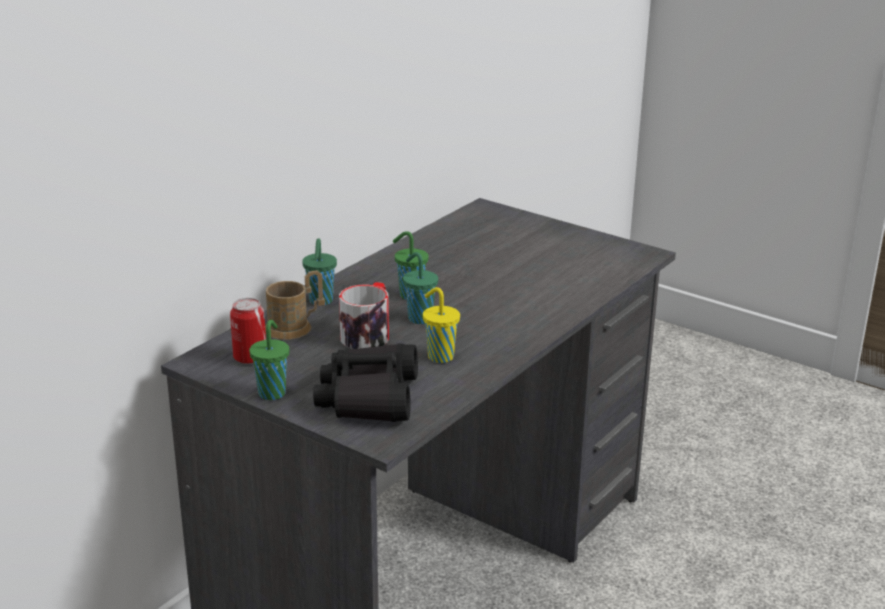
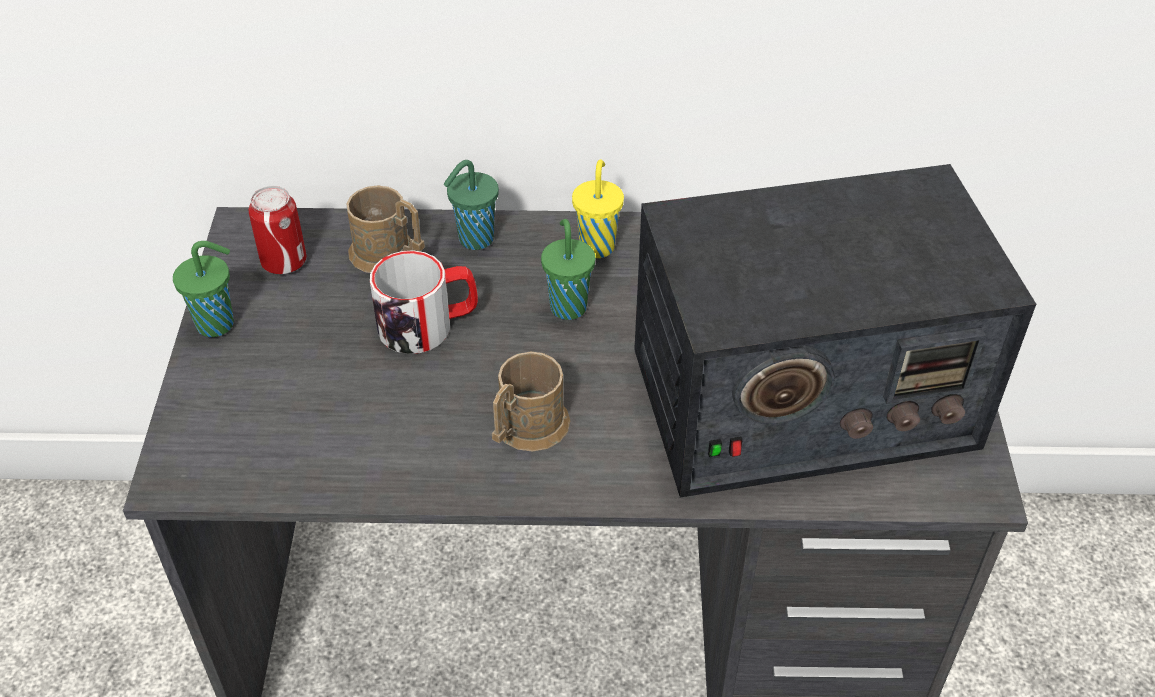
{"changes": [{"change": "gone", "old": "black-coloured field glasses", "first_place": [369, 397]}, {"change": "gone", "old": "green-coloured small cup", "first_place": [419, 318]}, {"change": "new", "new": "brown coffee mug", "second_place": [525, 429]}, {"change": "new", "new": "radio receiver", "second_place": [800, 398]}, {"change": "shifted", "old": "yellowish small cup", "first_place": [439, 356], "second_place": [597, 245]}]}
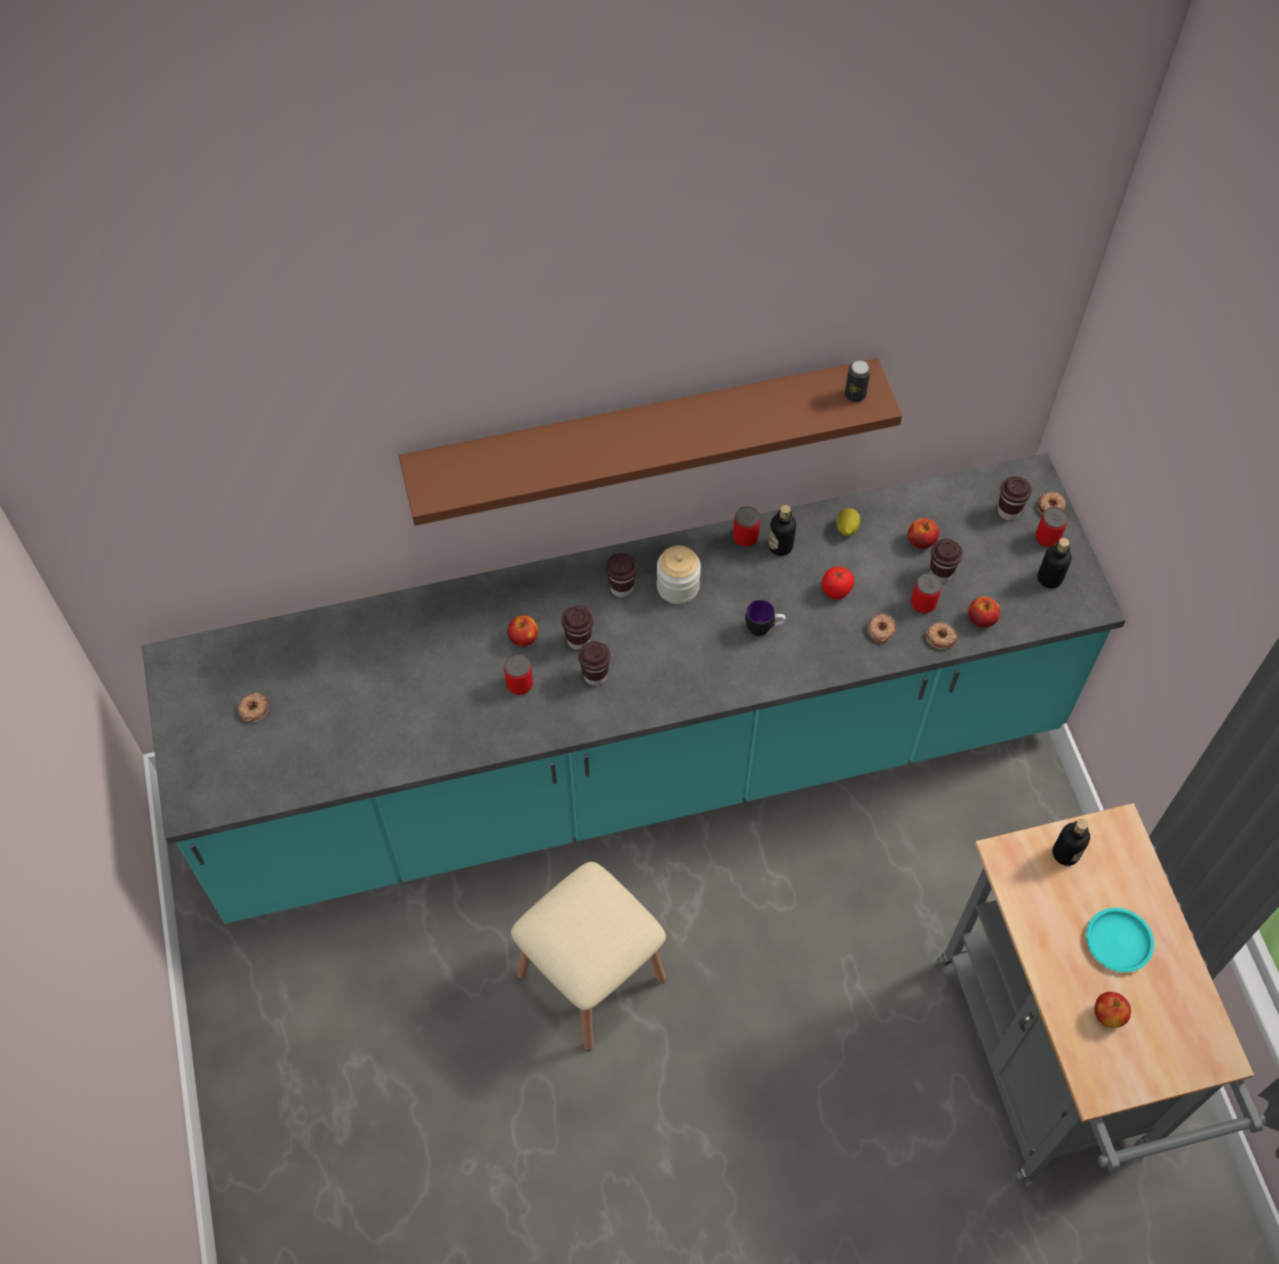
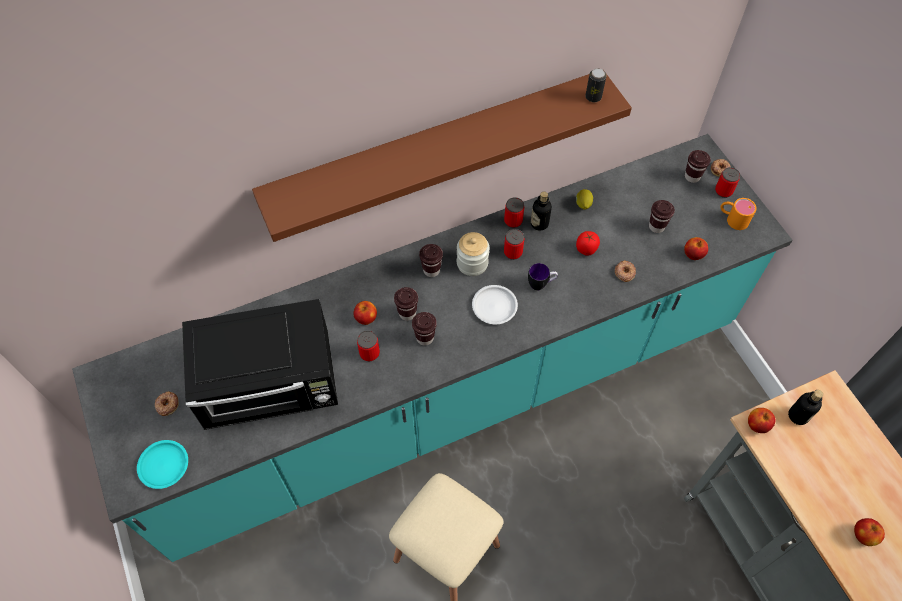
{"changes": [{"change": "gone", "old": "ring doughnut", "first_place": [940, 637]}, {"change": "new", "new": "black-coloured microwave", "second_place": [272, 385]}, {"change": "new", "new": "whitish flat dish", "second_place": [494, 306]}, {"change": "shifted", "old": "apple fruit", "first_place": [921, 541], "second_place": [757, 425]}, {"change": "shifted", "old": "can", "first_place": [923, 603], "second_place": [513, 252]}, {"change": "shifted", "old": "turquoise-coloured flat dish", "first_place": [1117, 942], "second_place": [163, 465]}, {"change": "swapped", "old": "bottle", "new": "orangey coffee mug", "first_place": [1049, 578], "second_place": [732, 219]}]}
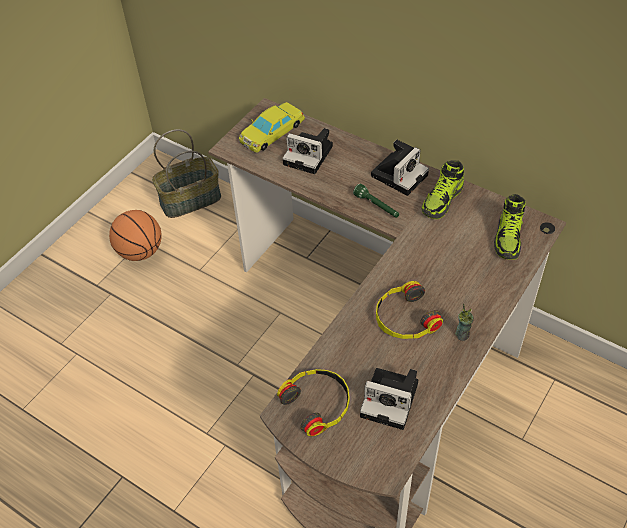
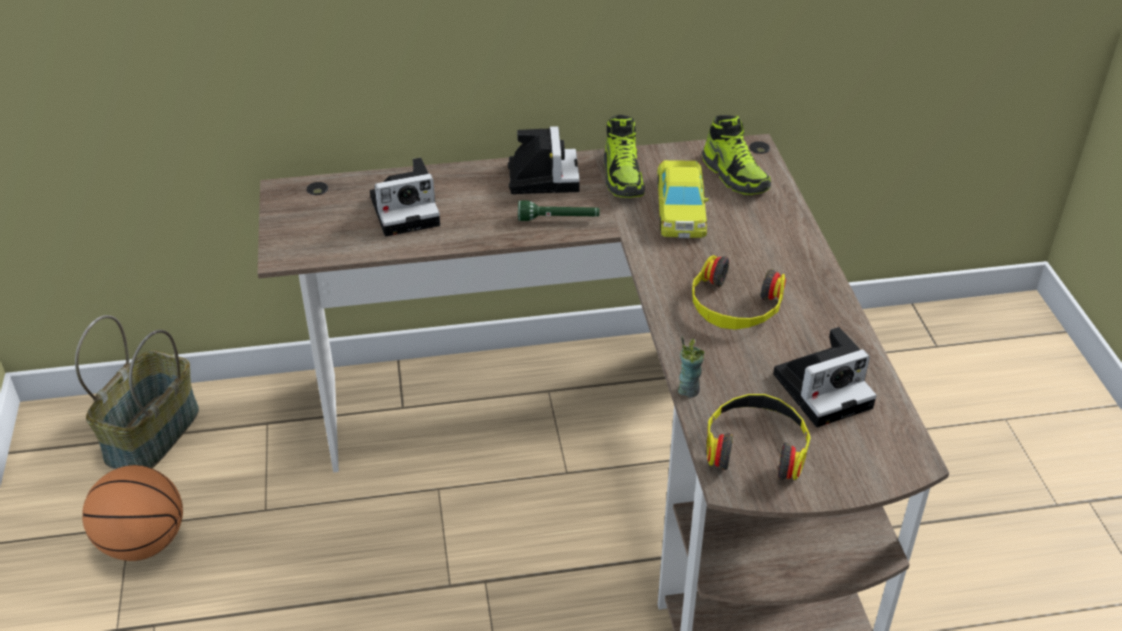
{"changes": [{"change": "shifted", "old": "yellowish model car", "first_place": [271, 132], "second_place": [681, 207]}, {"change": "shifted", "old": "small cup", "first_place": [462, 334], "second_place": [688, 389]}]}
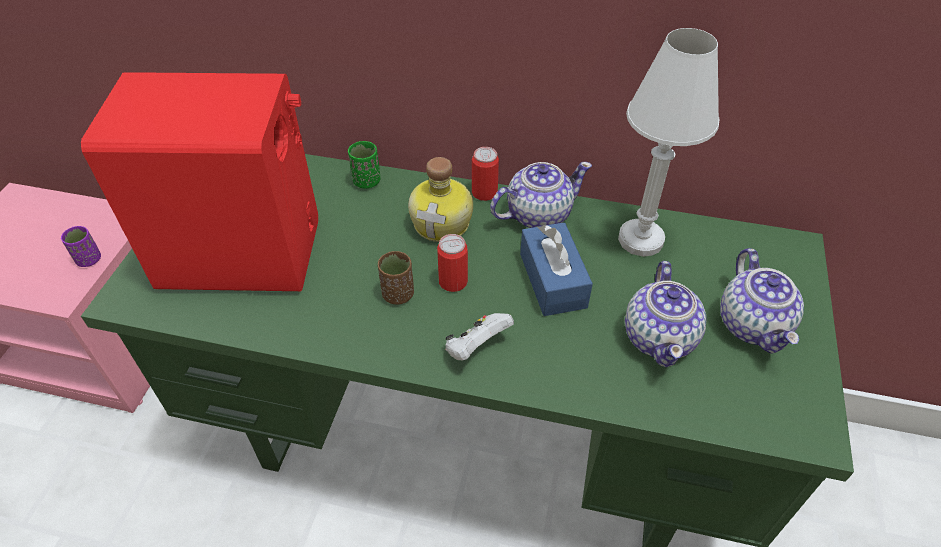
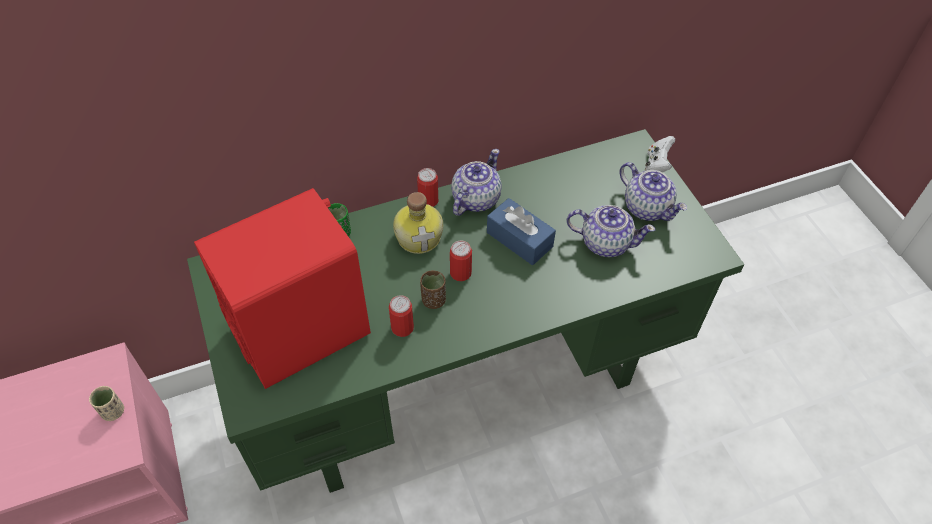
{"changes": [{"change": "gone", "old": "whitish lamp for a table", "first_place": [640, 240]}, {"change": "new", "new": "can", "second_place": [402, 327]}, {"change": "shifted", "old": "whitish joypad", "first_place": [476, 348], "second_place": [657, 165]}, {"change": "repainted", "old": "purplish small cup", "new": "beige small cup", "first_place": [89, 259], "second_place": [113, 411]}, {"change": "rotated", "old": "tea pot", "first_place": [660, 337], "second_place": [605, 242], "degrees": -45}]}
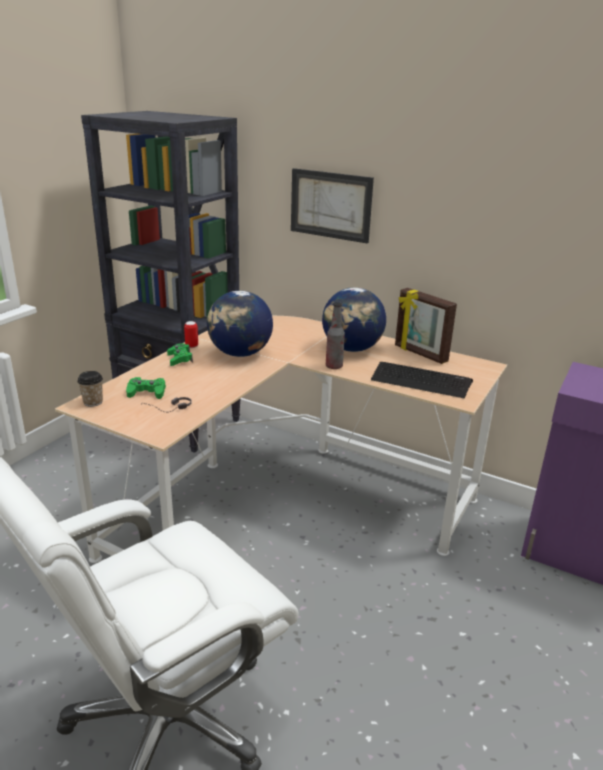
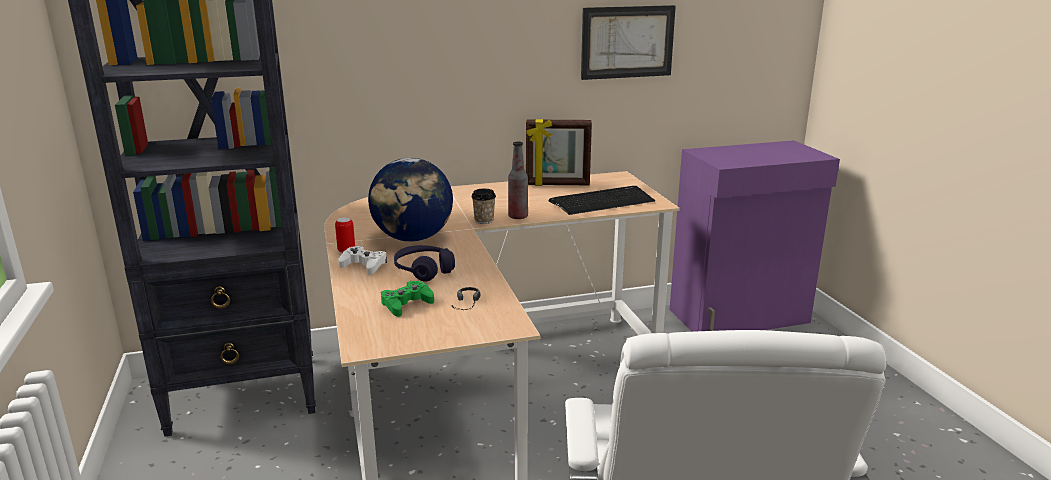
{"changes": [{"change": "gone", "old": "globe", "first_place": [352, 349]}, {"change": "new", "new": "purplish headset", "second_place": [424, 270]}, {"change": "shifted", "old": "small cup", "first_place": [93, 402], "second_place": [484, 220]}, {"change": "shifted", "old": "wall art", "first_place": [330, 205], "second_place": [627, 42]}, {"change": "repainted", "old": "green-coloured joypad", "new": "whitish joypad", "first_place": [180, 359], "second_place": [364, 265]}]}
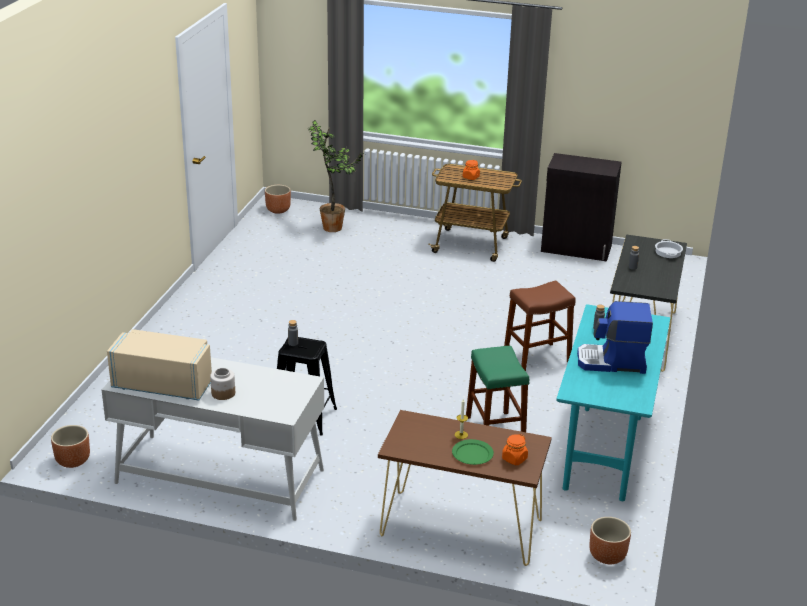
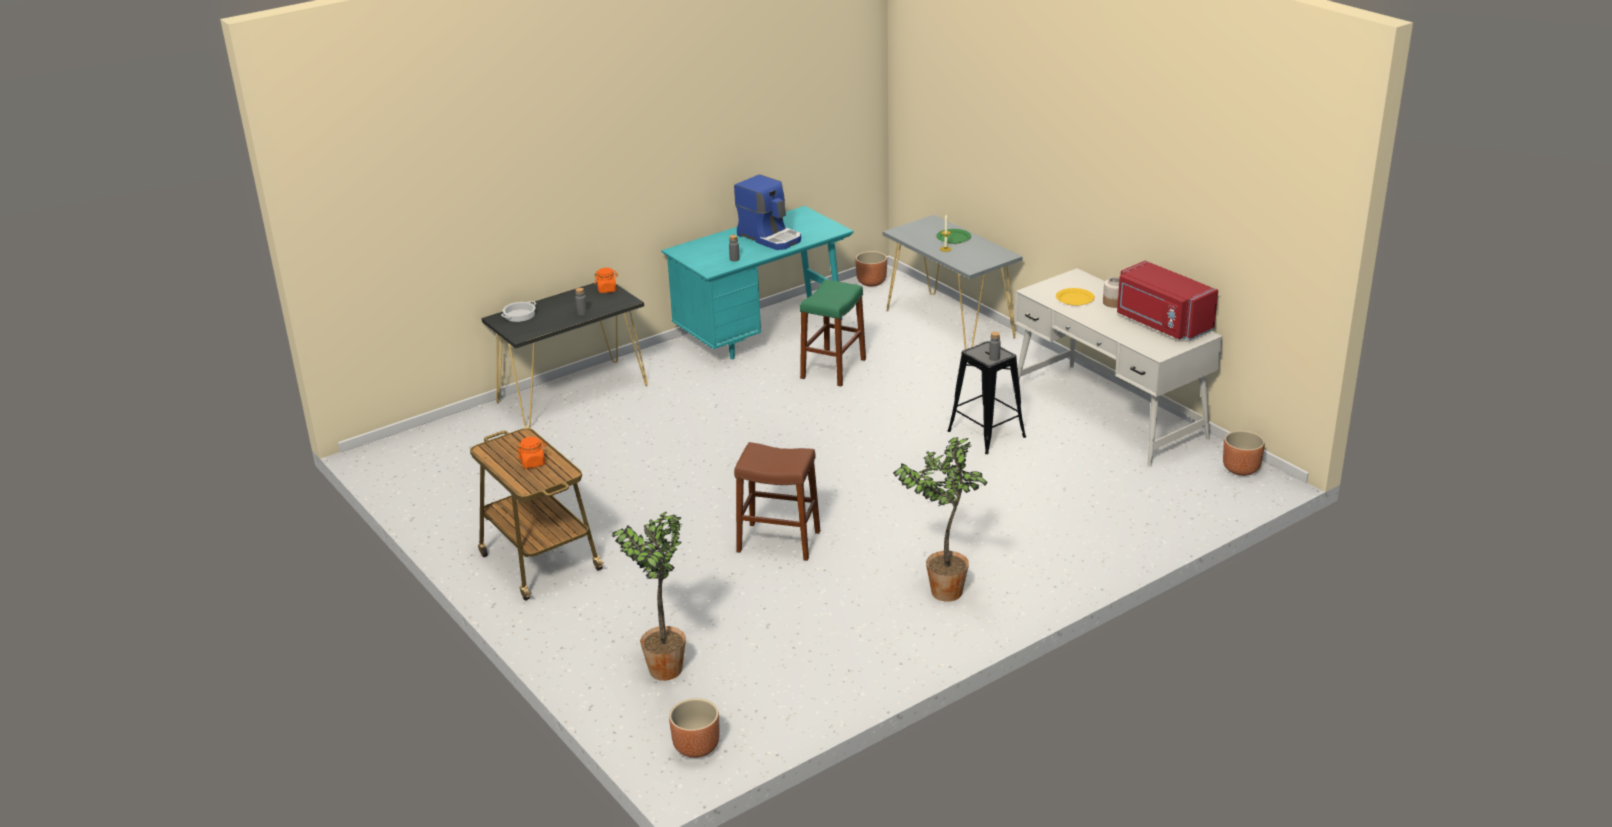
{"changes": [{"change": "gone", "old": "black-coloured cabinet", "first_place": [576, 249]}, {"change": "new", "new": "houseplant", "second_place": [942, 590]}, {"change": "new", "new": "yellowish flat dish", "second_place": [1074, 298]}, {"change": "shifted", "old": "orangey preserve jar", "first_place": [514, 459], "second_place": [607, 290]}, {"change": "shifted", "old": "brown stool seat", "first_place": [537, 358], "second_place": [778, 541]}, {"change": "repainted", "old": "beige microwave", "new": "red-coloured microwave", "first_place": [164, 384], "second_place": [1161, 323]}, {"change": "repainted", "old": "brown hall table", "new": "gray hall table", "first_place": [460, 527], "second_place": [950, 324]}]}
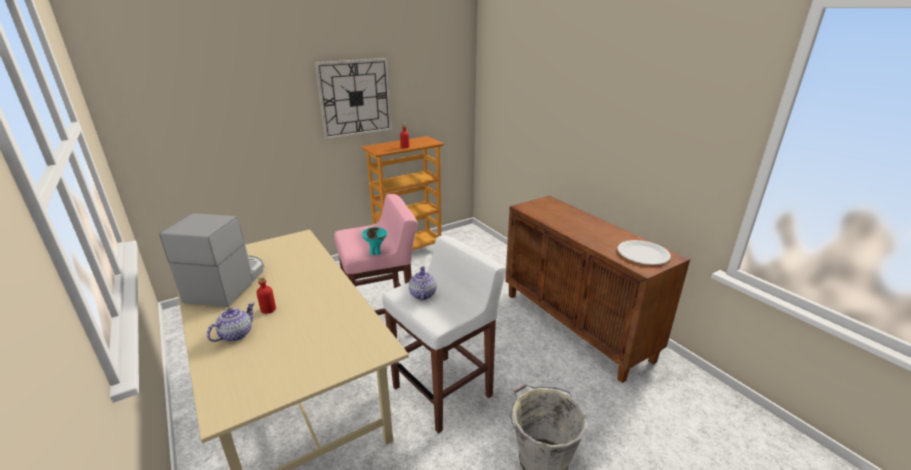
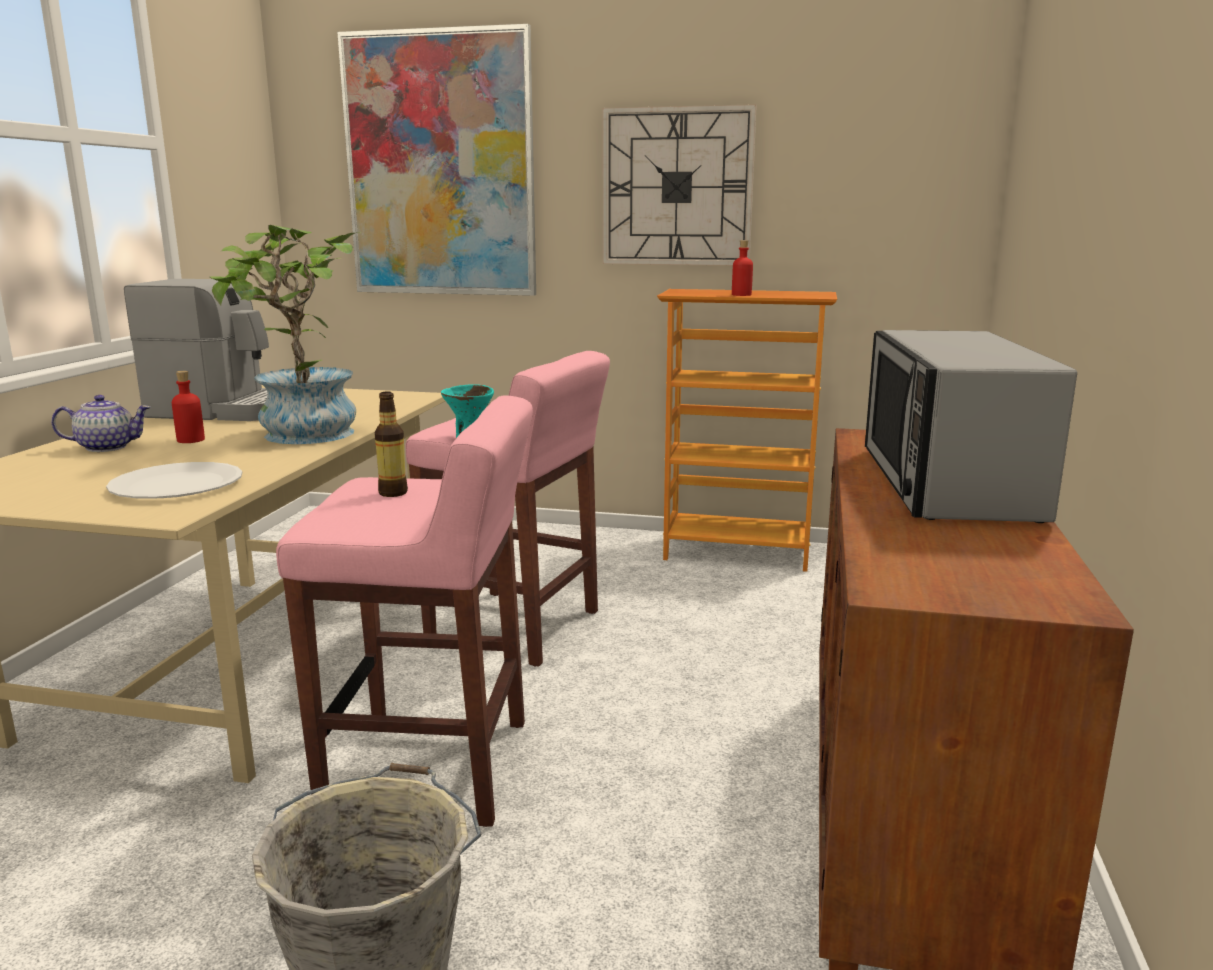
{"changes": [{"change": "new", "new": "houseplant", "second_place": [302, 437]}, {"change": "new", "new": "wall art", "second_place": [440, 166]}, {"change": "new", "new": "microwave", "second_place": [945, 484]}, {"change": "shifted", "old": "whitish flat dish", "first_place": [643, 254], "second_place": [177, 485]}, {"change": "swapped", "old": "tea pot", "new": "bottle", "first_place": [422, 294], "second_place": [393, 493]}, {"change": "repainted", "old": "whitish stool seat", "new": "pink-coloured stool seat", "first_place": [444, 391], "second_place": [432, 768]}, {"change": "rotated", "old": "coffee brewer", "first_place": [228, 284], "second_place": [226, 411], "degrees": 45}]}
